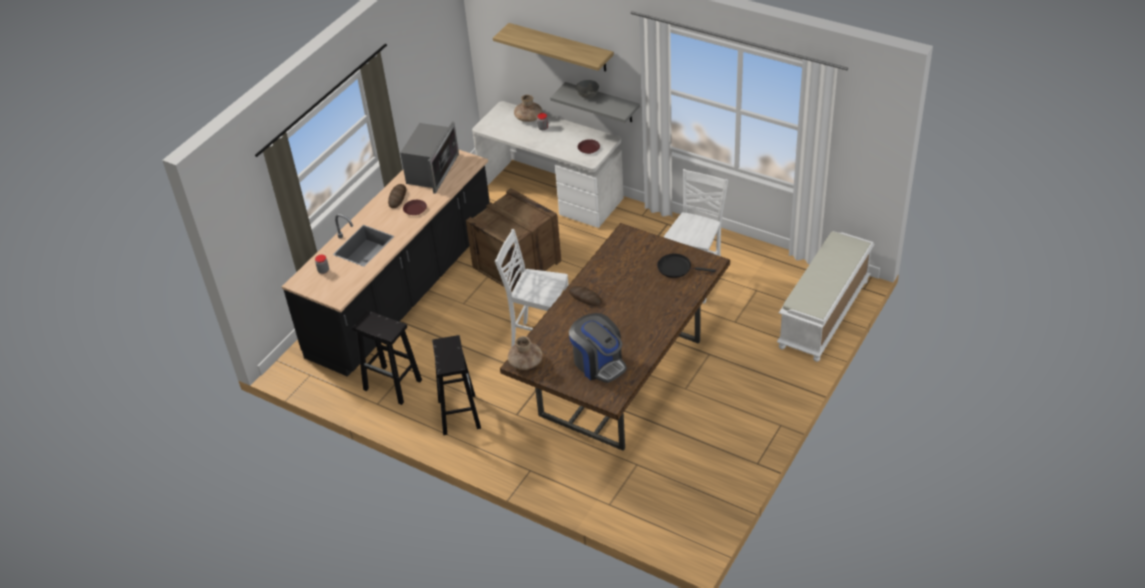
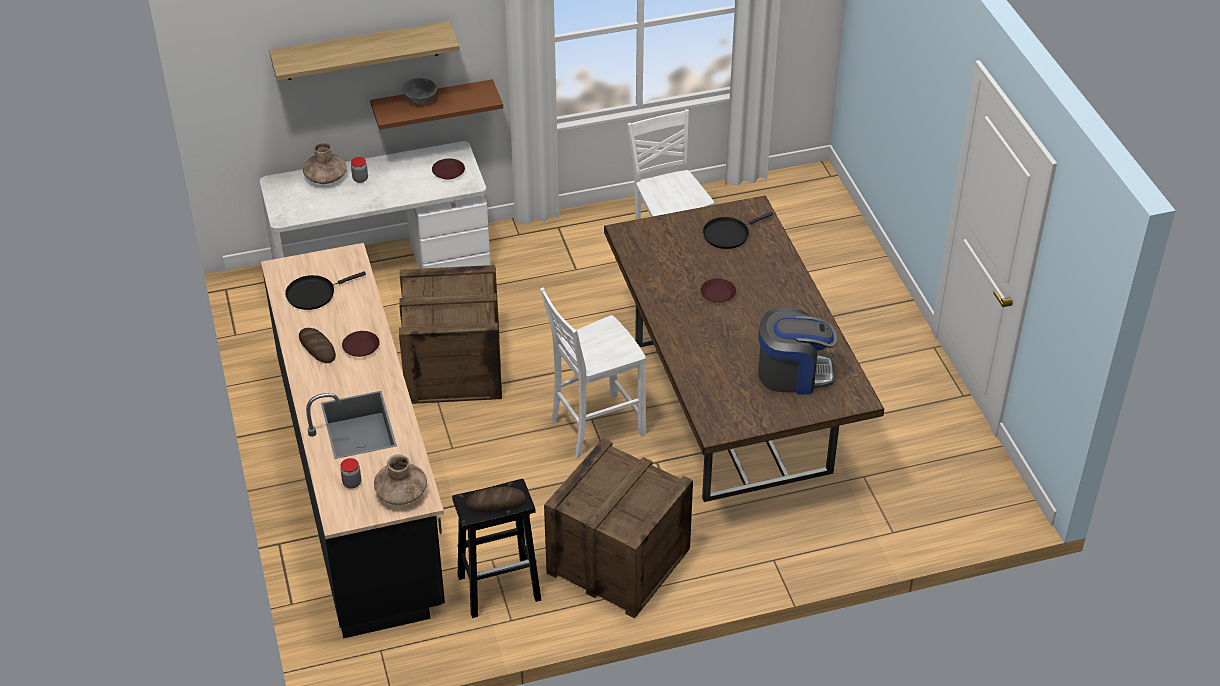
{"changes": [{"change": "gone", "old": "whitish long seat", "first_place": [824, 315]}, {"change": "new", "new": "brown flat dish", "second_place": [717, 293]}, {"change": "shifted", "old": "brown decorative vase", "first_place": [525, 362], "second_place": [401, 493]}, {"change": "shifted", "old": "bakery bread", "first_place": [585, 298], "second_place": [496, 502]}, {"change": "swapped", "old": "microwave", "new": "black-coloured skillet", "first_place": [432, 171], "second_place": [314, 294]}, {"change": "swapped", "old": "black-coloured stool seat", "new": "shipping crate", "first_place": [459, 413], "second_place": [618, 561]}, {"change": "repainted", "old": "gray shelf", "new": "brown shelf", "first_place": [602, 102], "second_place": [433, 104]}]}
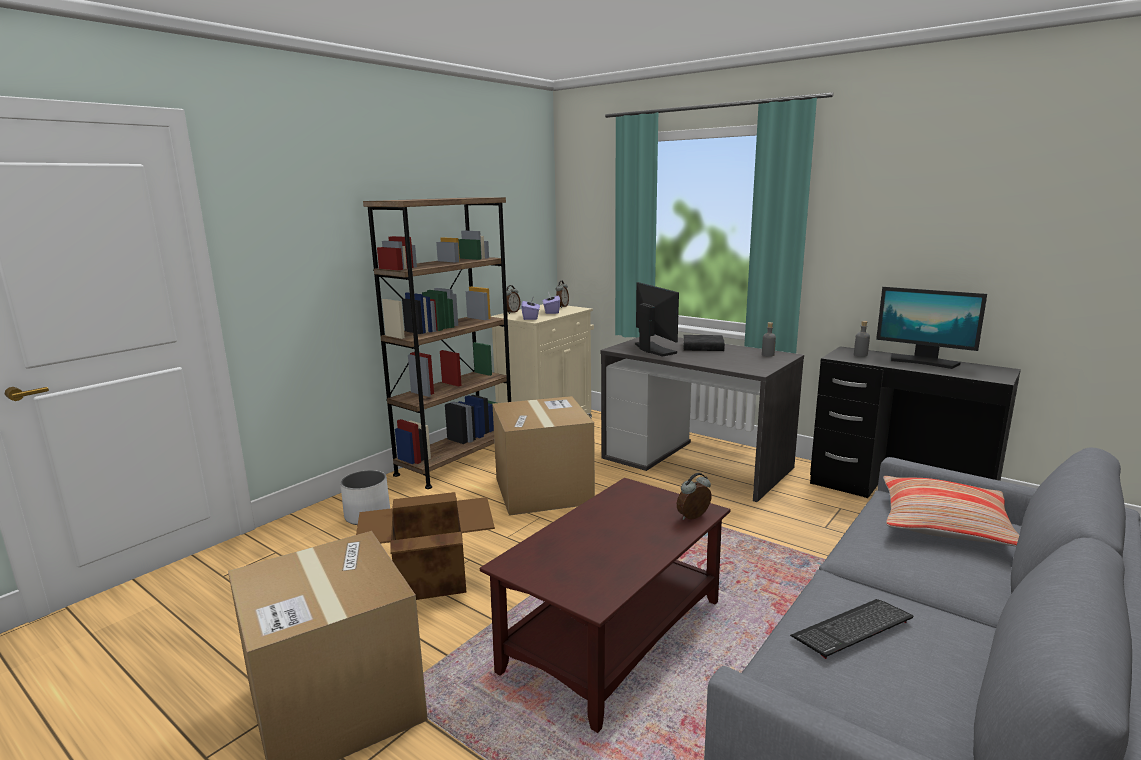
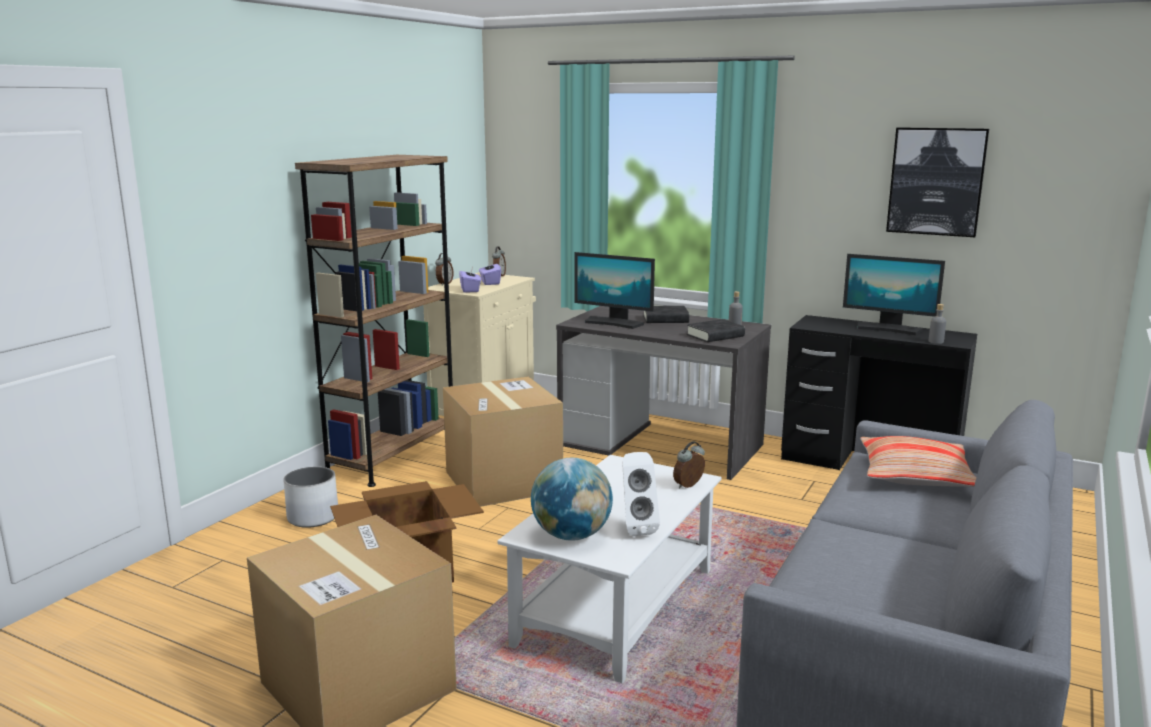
{"changes": [{"change": "gone", "old": "computer keyboard", "first_place": [852, 629]}, {"change": "new", "new": "globe", "second_place": [571, 536]}, {"change": "new", "new": "whitish speaker", "second_place": [635, 528]}, {"change": "new", "new": "black-coloured book", "second_place": [715, 336]}, {"change": "new", "new": "wall art", "second_place": [936, 181]}, {"change": "shifted", "old": "gray bottle", "first_place": [860, 355], "second_place": [936, 341]}, {"change": "repainted", "old": "brown lounge table", "new": "whitish lounge table", "first_place": [614, 637], "second_place": [616, 608]}, {"change": "rotated", "old": "monitor", "first_place": [653, 349], "second_place": [614, 323], "degrees": 150}]}
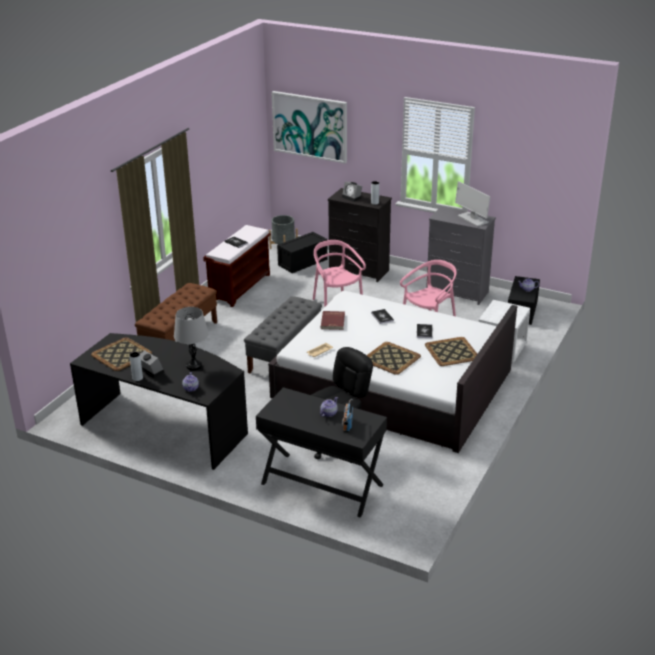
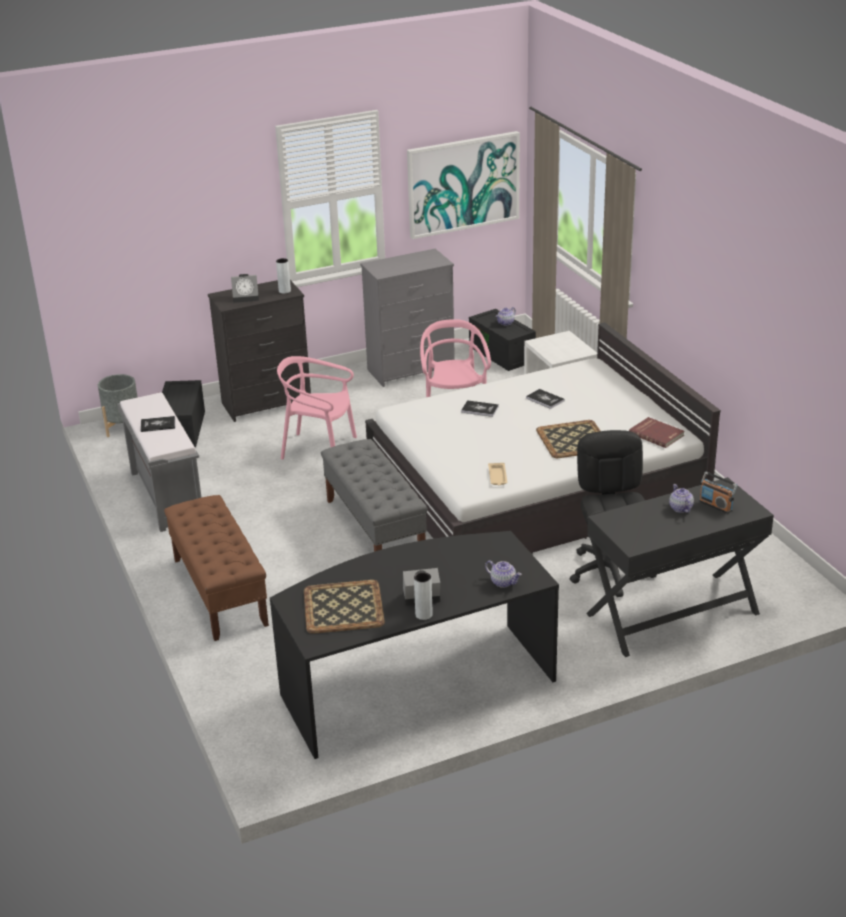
{"changes": [{"change": "gone", "old": "gray lamp for a table", "first_place": [194, 366]}, {"change": "gone", "old": "carrying tray", "first_place": [451, 352]}, {"change": "gone", "old": "monitor", "first_place": [472, 219]}, {"change": "shifted", "old": "wall art", "first_place": [310, 126], "second_place": [463, 184]}, {"change": "shifted", "old": "red-coloured book", "first_place": [333, 321], "second_place": [657, 434]}, {"change": "repainted", "old": "brown long seat", "new": "gray long seat", "first_place": [240, 287], "second_place": [165, 495]}]}
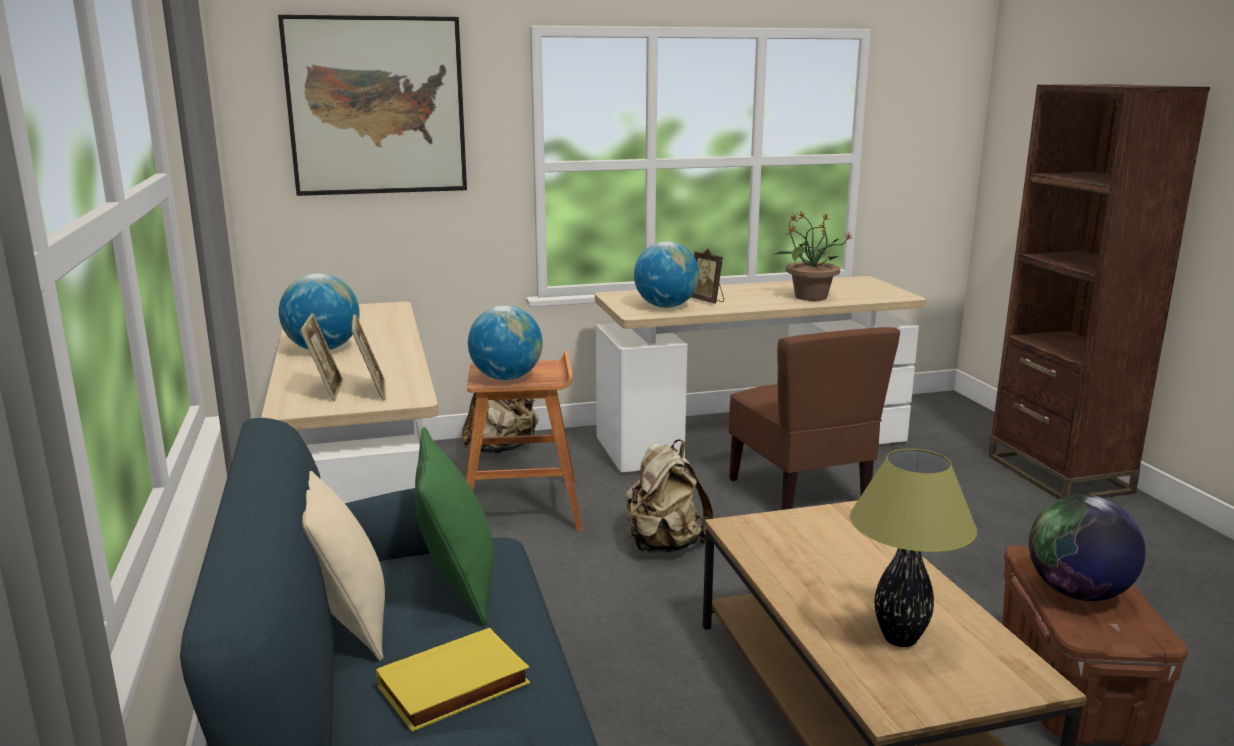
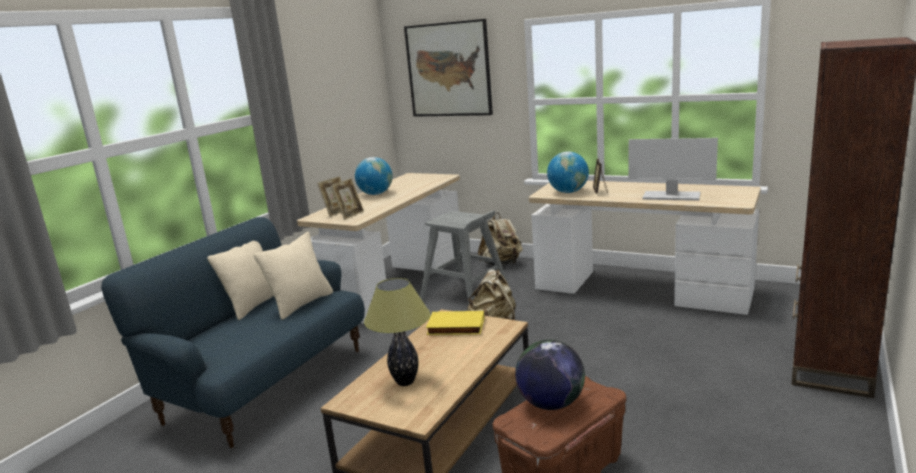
{"changes": [{"change": "gone", "old": "globe", "first_place": [506, 378]}, {"change": "gone", "old": "brown chair", "first_place": [800, 493]}, {"change": "shifted", "old": "yellowish book", "first_place": [454, 687], "second_place": [455, 327]}, {"change": "swapped", "old": "houseplant", "new": "monitor", "first_place": [809, 297], "second_place": [670, 196]}, {"change": "repainted", "old": "green-coloured throw pillow", "new": "beige throw pillow", "first_place": [458, 586], "second_place": [301, 304]}, {"change": "repainted", "old": "brown stool seat", "new": "gray stool seat", "first_place": [522, 506], "second_place": [465, 293]}]}
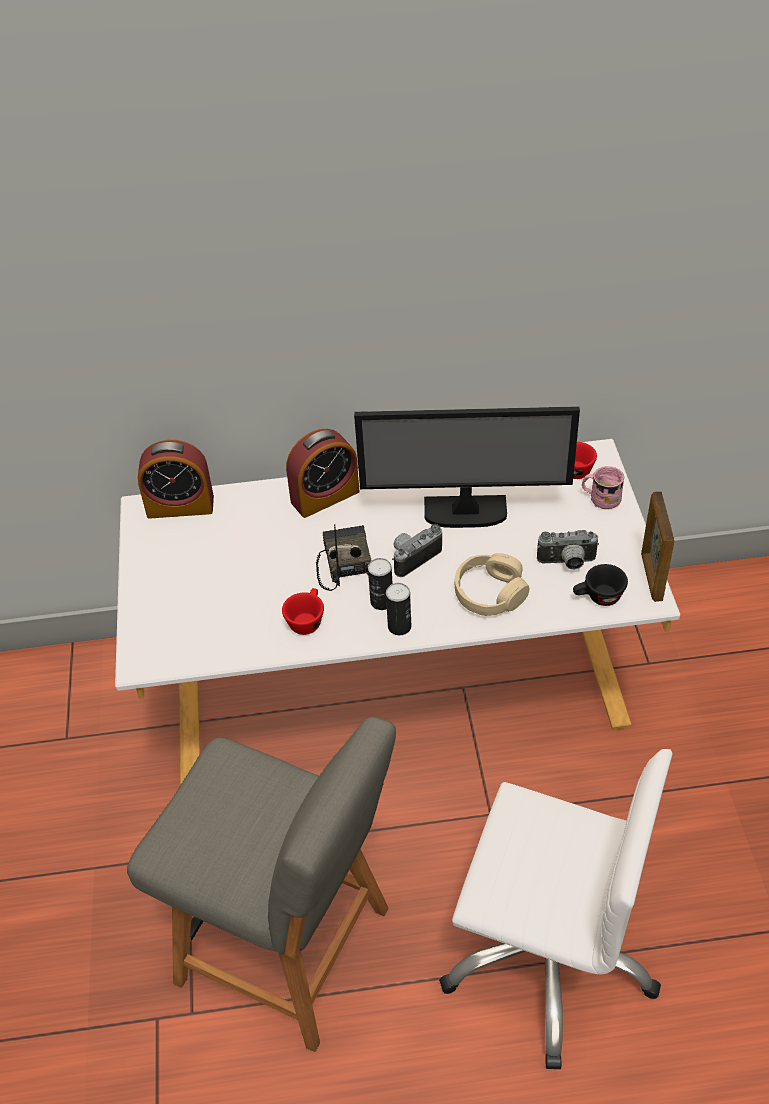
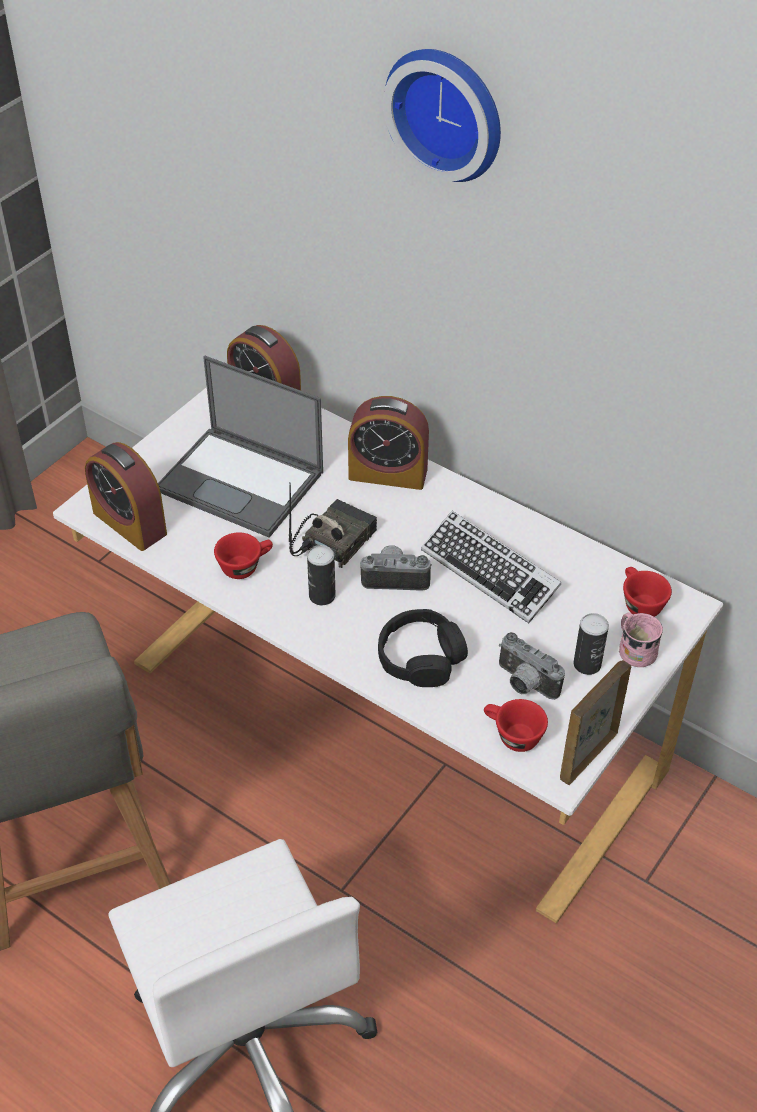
{"changes": [{"change": "new", "new": "bedside clock", "second_place": [129, 523]}, {"change": "new", "new": "portable computer", "second_place": [242, 482]}, {"change": "new", "new": "clock on the wall", "second_place": [448, 111]}, {"change": "shifted", "old": "can", "first_place": [399, 626], "second_place": [587, 664]}, {"change": "swapped", "old": "monitor", "new": "computer keyboard", "first_place": [465, 513], "second_place": [489, 572]}, {"change": "repainted", "old": "beige headset", "new": "black-coloured headset", "first_place": [490, 593], "second_place": [421, 657]}, {"change": "repainted", "old": "black-coloured small cup", "new": "red-coloured small cup", "first_place": [598, 598], "second_place": [512, 735]}]}
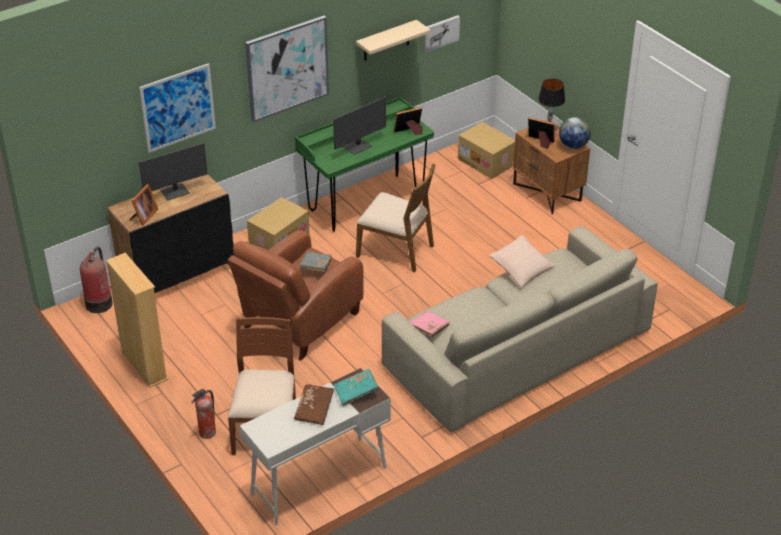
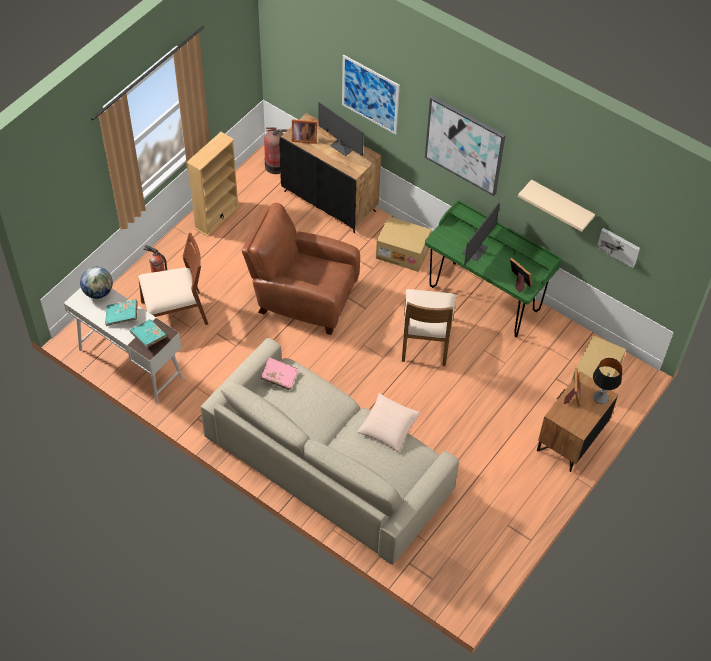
{"changes": [{"change": "gone", "old": "gray book", "first_place": [315, 267]}, {"change": "shifted", "old": "globe", "first_place": [573, 146], "second_place": [98, 292]}, {"change": "repainted", "old": "brown book", "new": "turquoise-coloured book", "first_place": [314, 409], "second_place": [122, 316]}, {"change": "rotated", "old": "monitor", "first_place": [358, 147], "second_place": [475, 250], "degrees": -90}]}
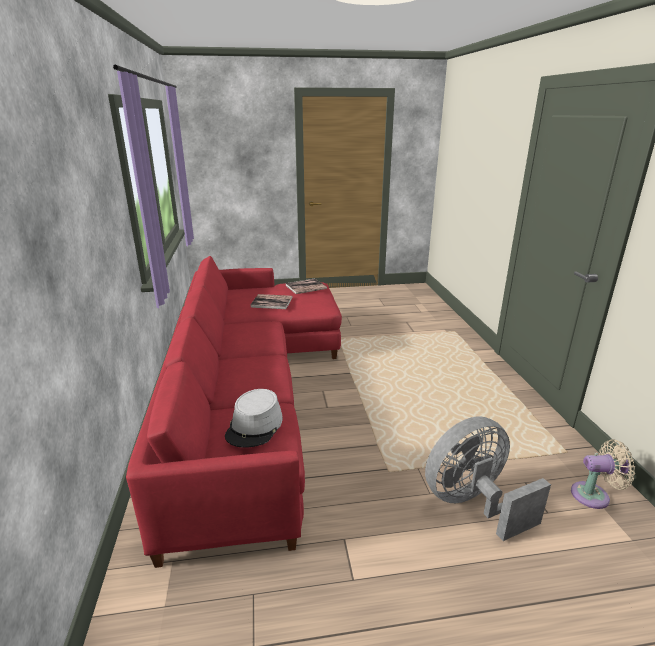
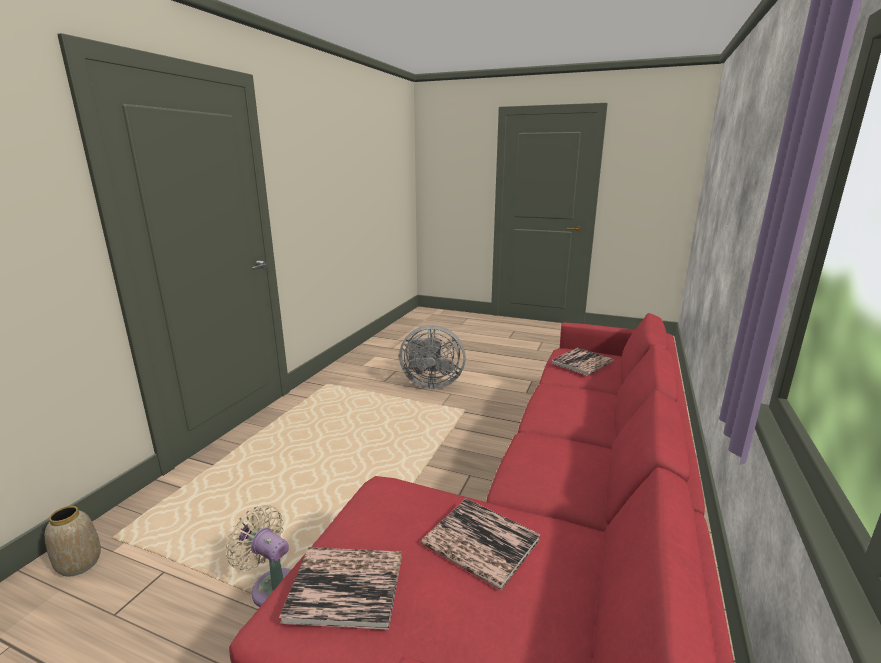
{"changes": [{"change": "new", "new": "decorative vase", "second_place": [80, 564]}, {"change": "shifted", "old": "beige electric fan", "first_place": [594, 495], "second_place": [272, 586]}, {"change": "swapped", "old": "gray hat", "new": "book", "first_place": [255, 426], "second_place": [582, 362]}]}
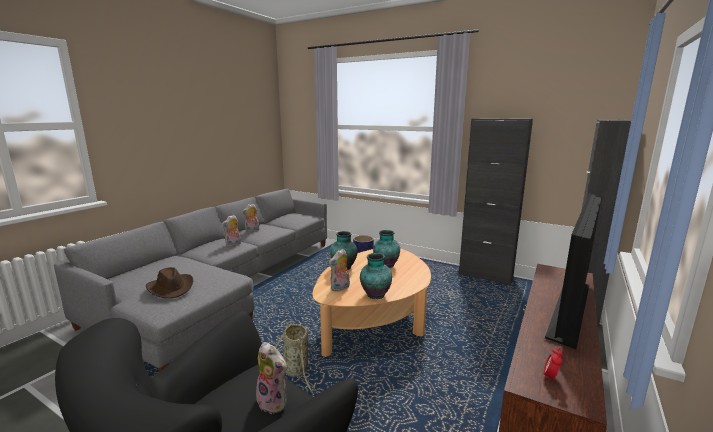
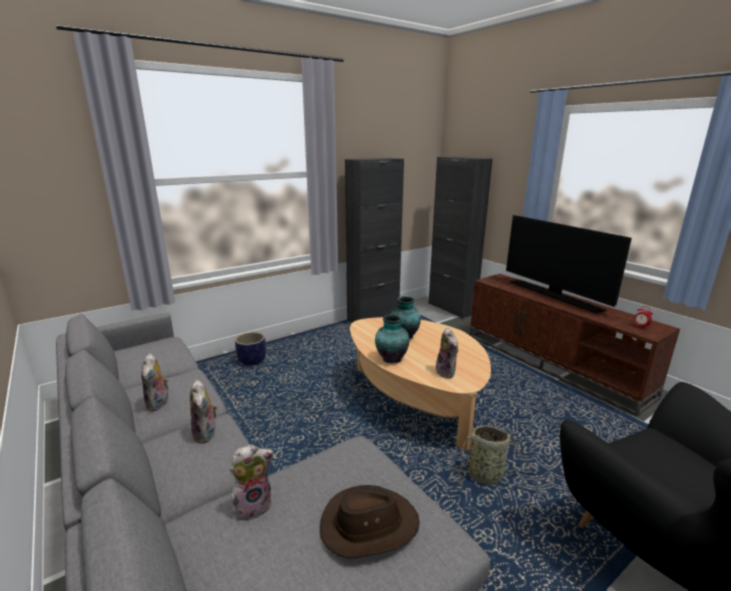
{"changes": [{"change": "gone", "old": "decorative vase", "first_place": [375, 295]}, {"change": "shifted", "old": "plush toy", "first_place": [274, 402], "second_place": [253, 505]}]}
